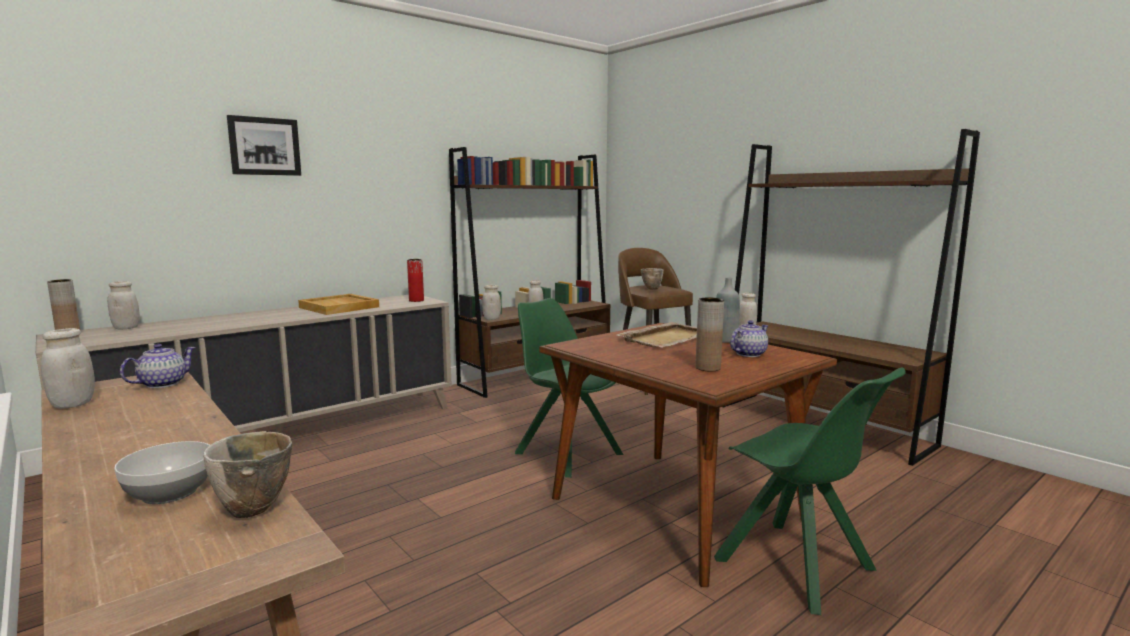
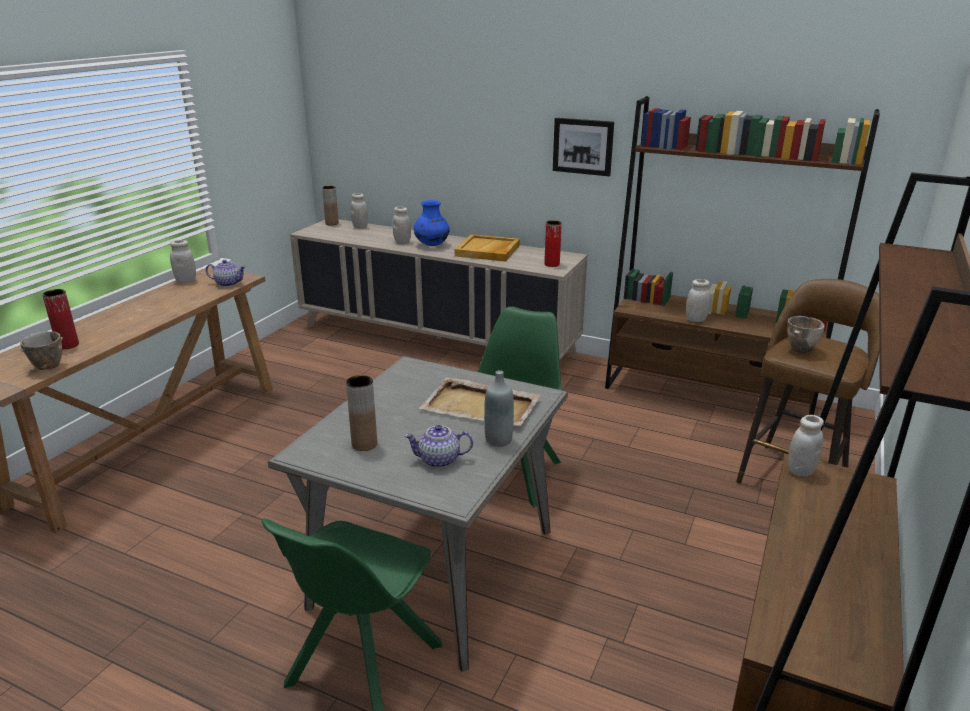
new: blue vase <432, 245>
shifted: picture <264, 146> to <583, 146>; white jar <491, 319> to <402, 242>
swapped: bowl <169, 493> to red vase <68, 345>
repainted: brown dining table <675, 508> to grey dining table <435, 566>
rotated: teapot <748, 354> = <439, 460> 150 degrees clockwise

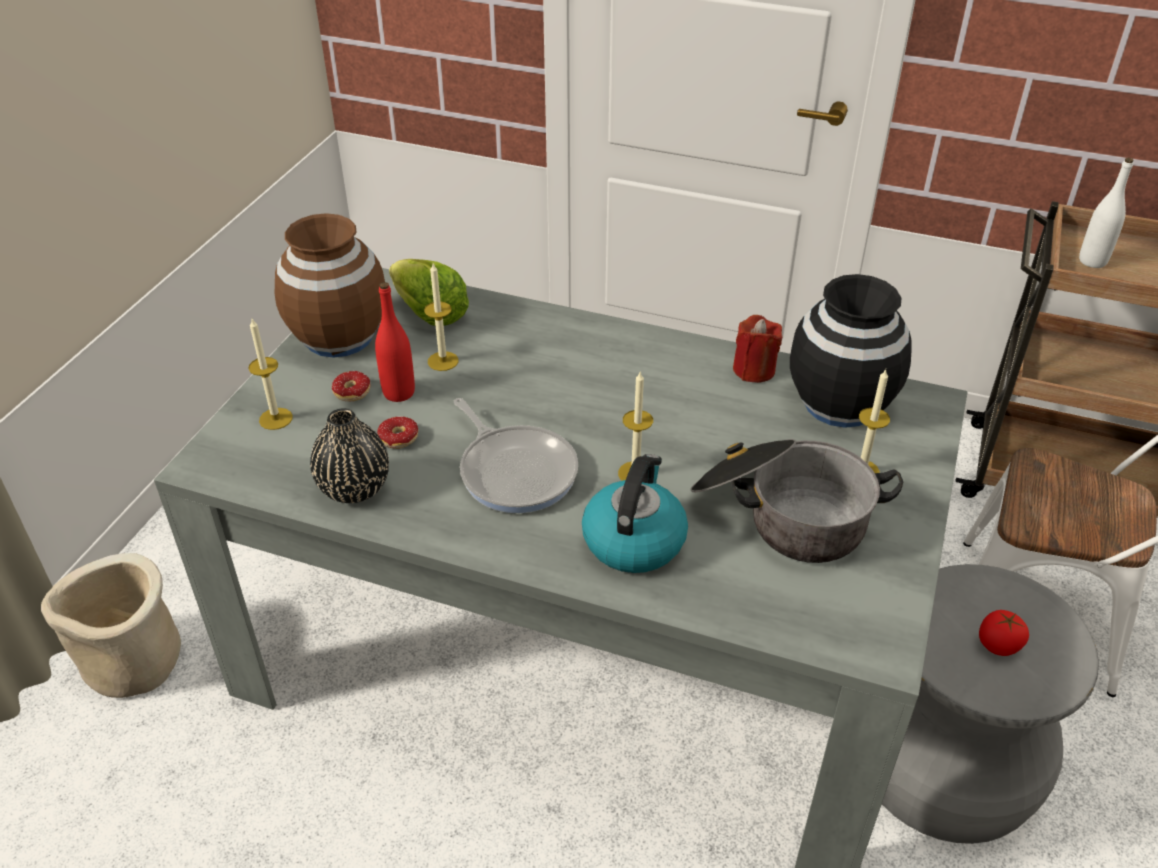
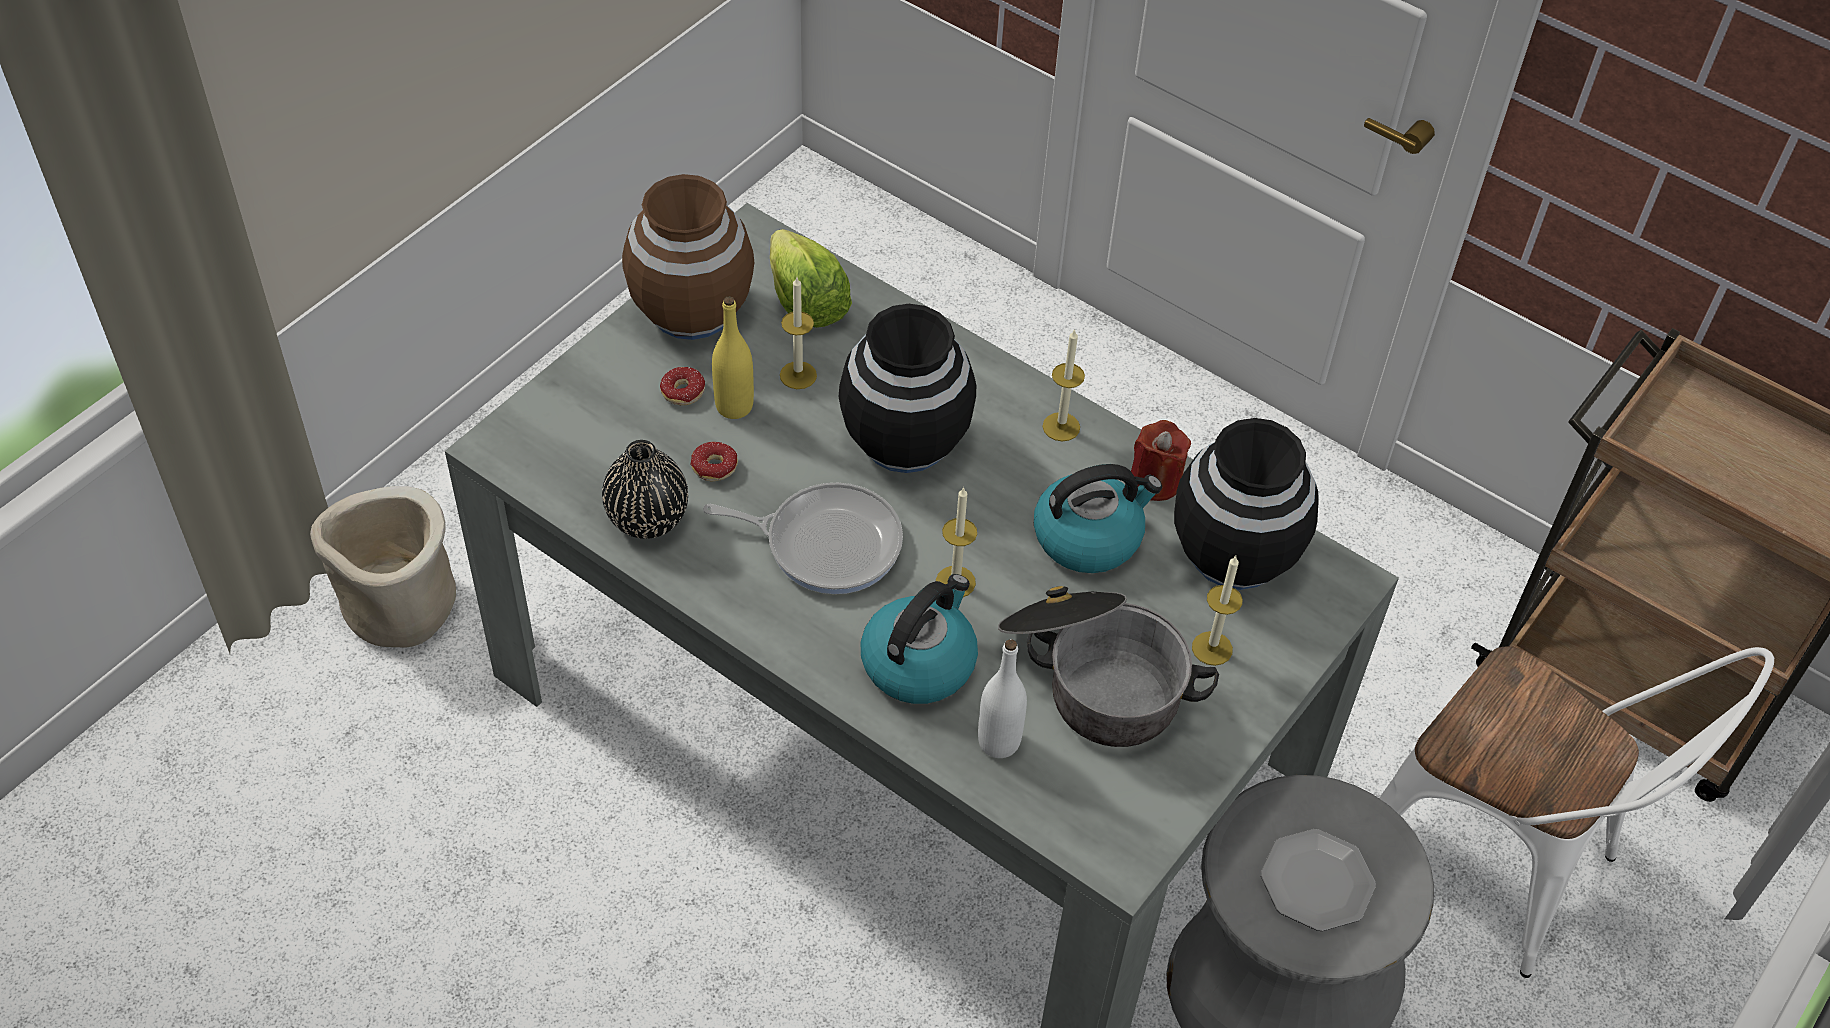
new: black vase <905, 440>; kettle <1089, 536>
shifted: candle <275, 419> to <1061, 427>; white bottle <1092, 261> to <999, 742>
swapped: tomato <998, 645> to plate <1317, 883>
repainted: red bottle <399, 392> to yellow bottle <734, 406>
rotated: frying pan <515, 471> = <826, 543> 60 degrees counterclockwise

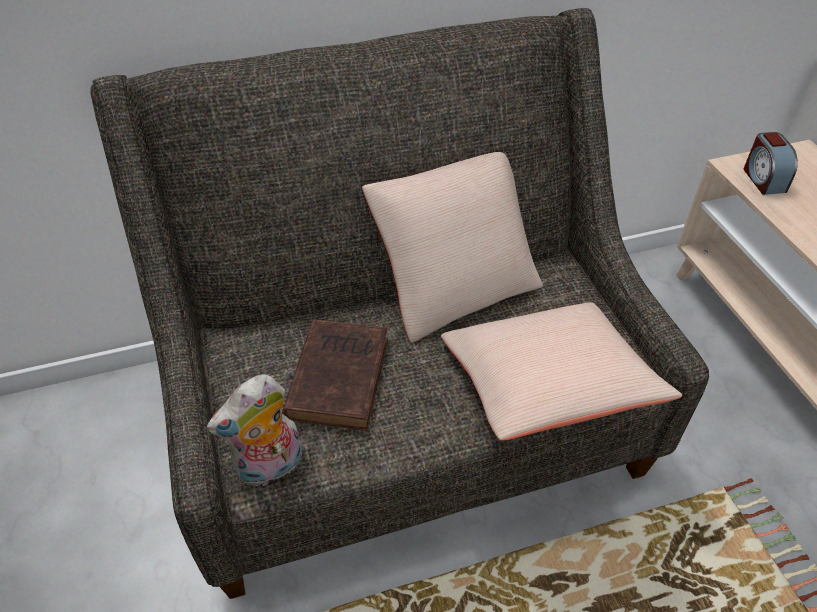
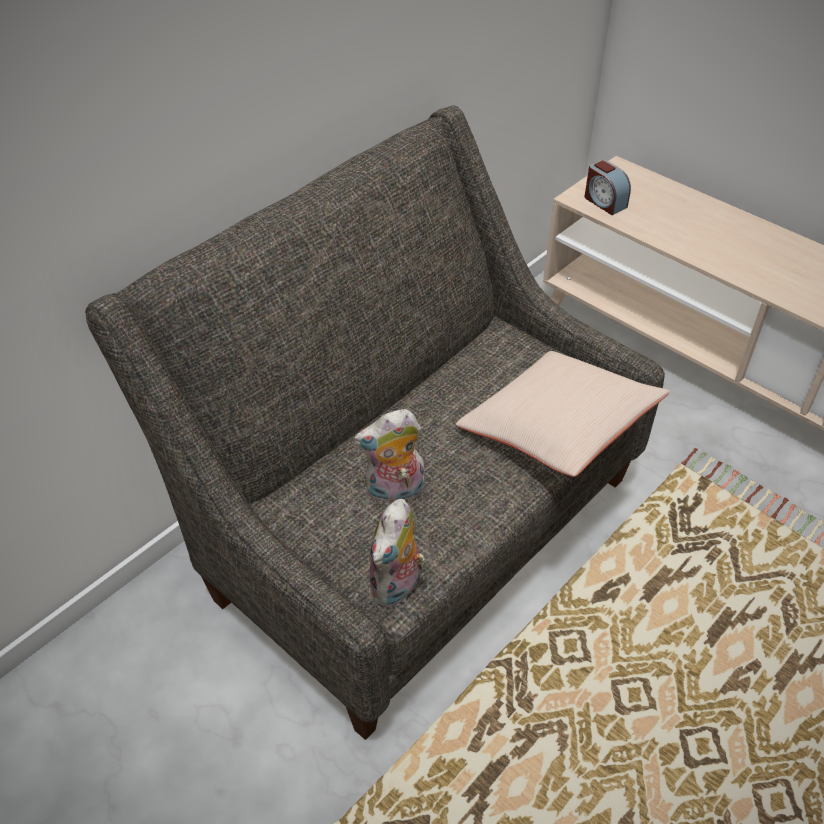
gone: beige pillow <455, 286>
swapped: brown book <339, 375> to plush toy <394, 492>

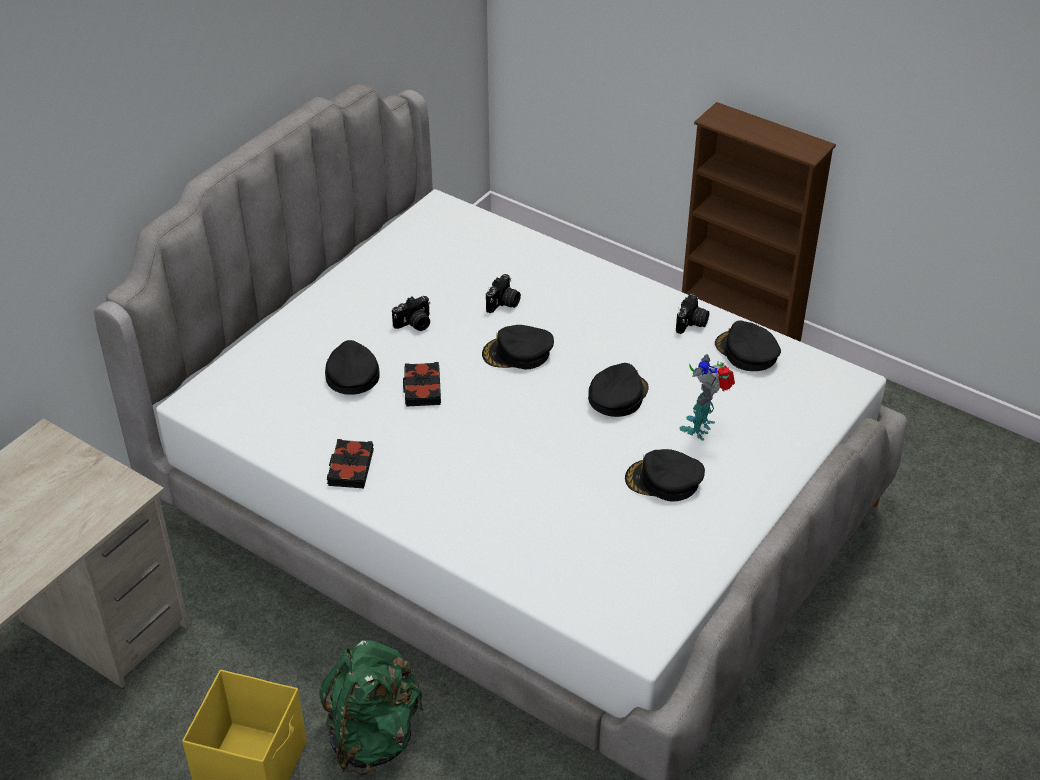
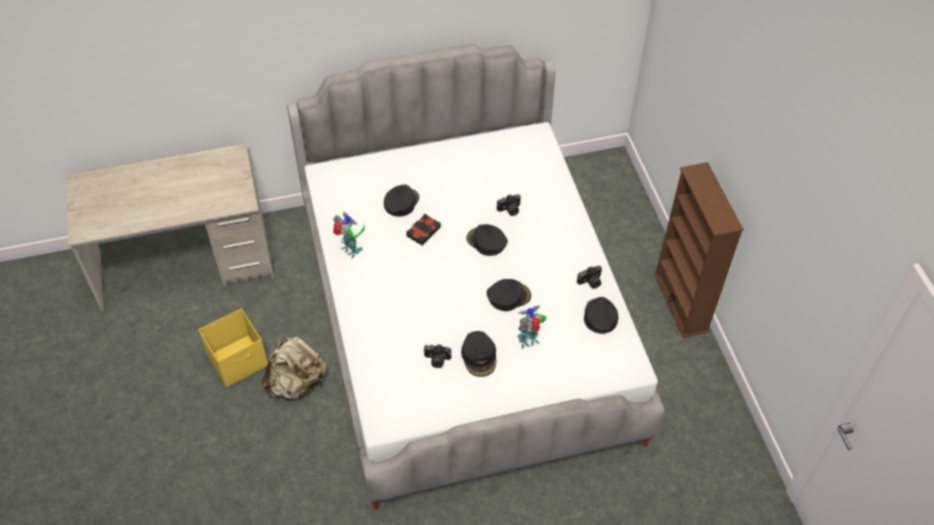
shifted: photo camera <414, 324> to <437, 360>
swapped: black book <350, 468> to toy robot <351, 251>
repainted: green backpack <374, 736> to beige backpack <296, 383>
rotated: black cap <664, 481> = <479, 356> 150 degrees counterclockwise

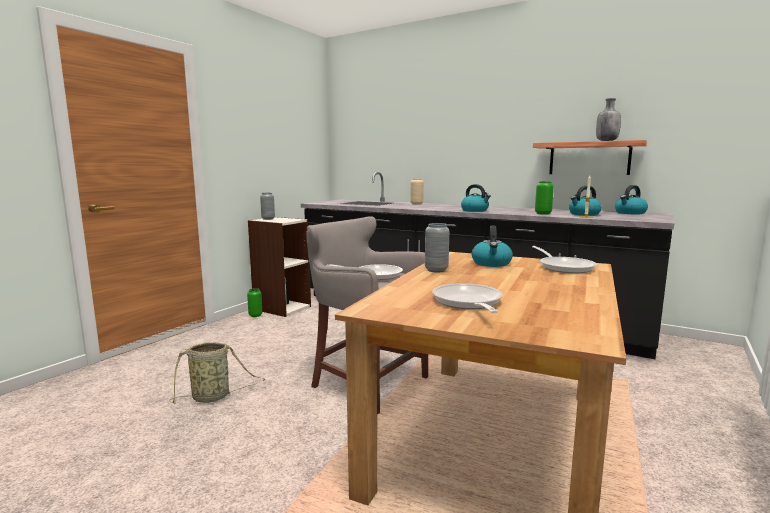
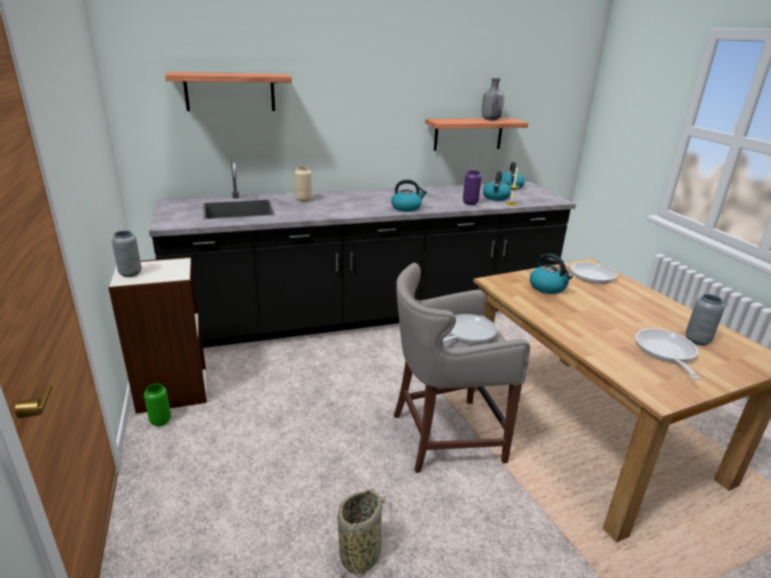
new: shelf <230, 92>
shifted: grey vase <436, 270> to <697, 340>
repainted: green vase <543, 213> to purple vase <470, 203>
rotated: frying pan <468, 303> = <665, 353> 60 degrees clockwise

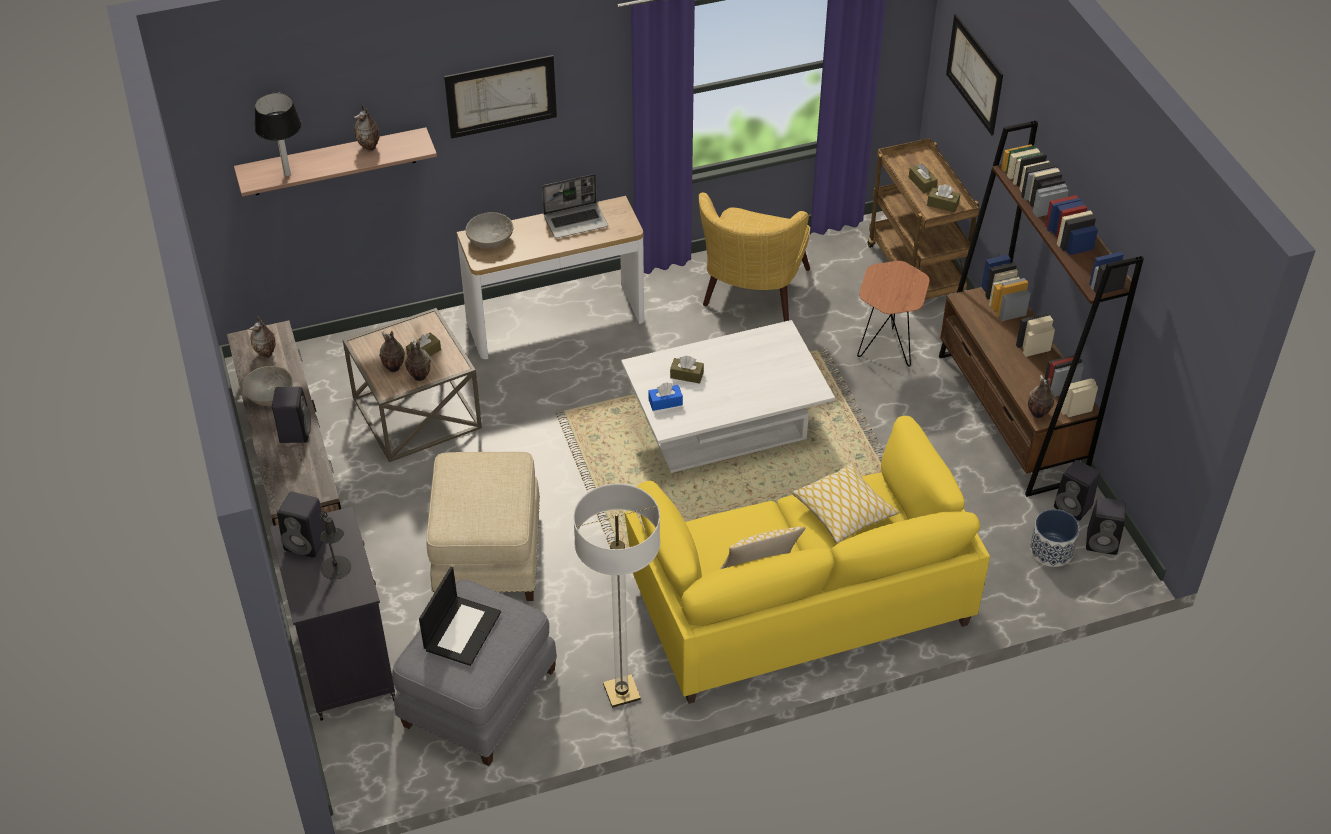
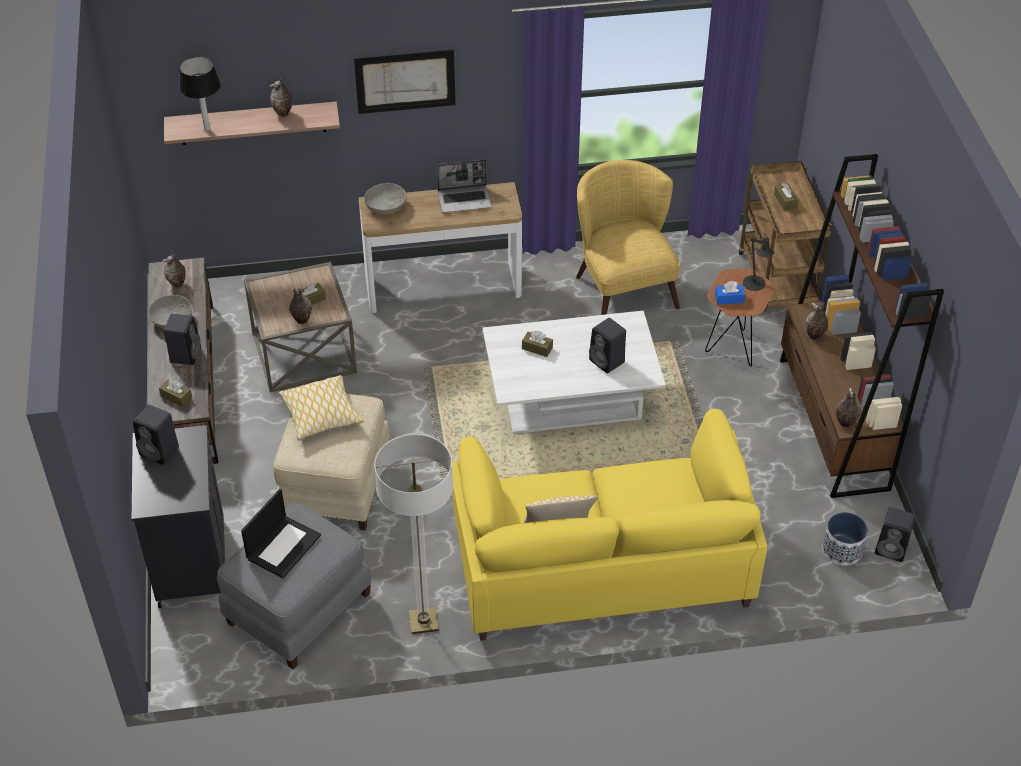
gone: picture <974, 74>
shifted: black table lamp <337, 571> to <755, 285>; vase <393, 368> to <813, 336>; blue tissue box <665, 402> to <729, 299>; pillow <844, 511> to <321, 415>; brown tissue box <942, 204> to <176, 397>; black speaker <1074, 507> to <608, 361>
rotated: yellow armchair <751, 295> = <622, 285> 135 degrees clockwise

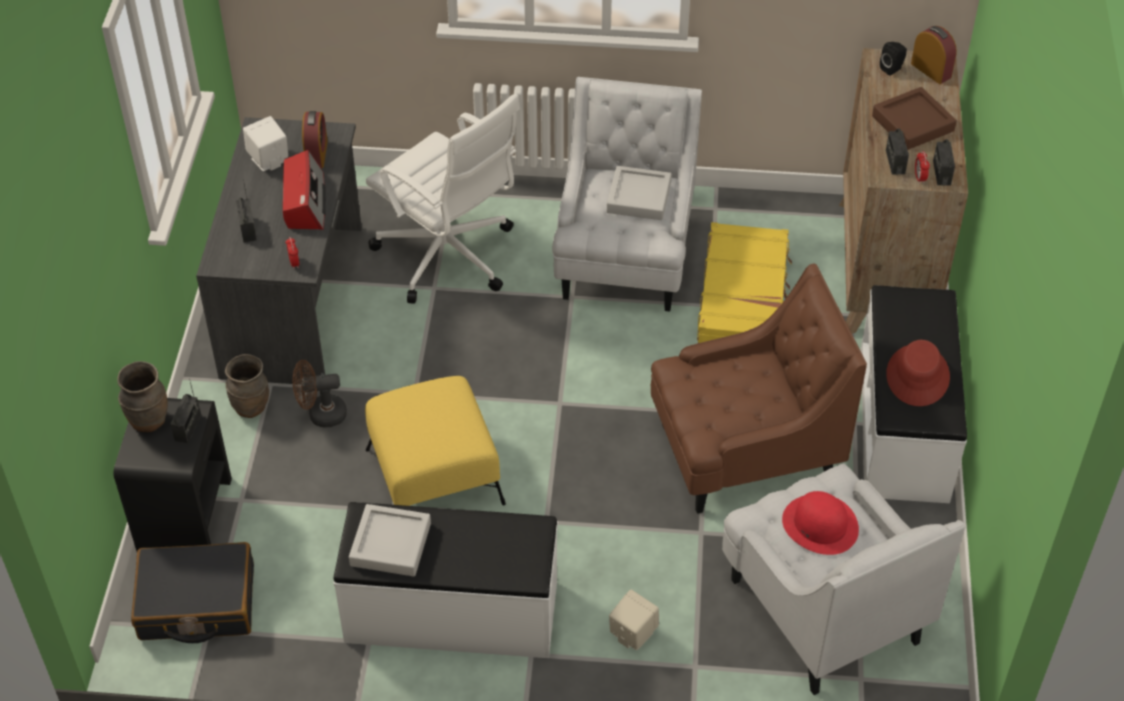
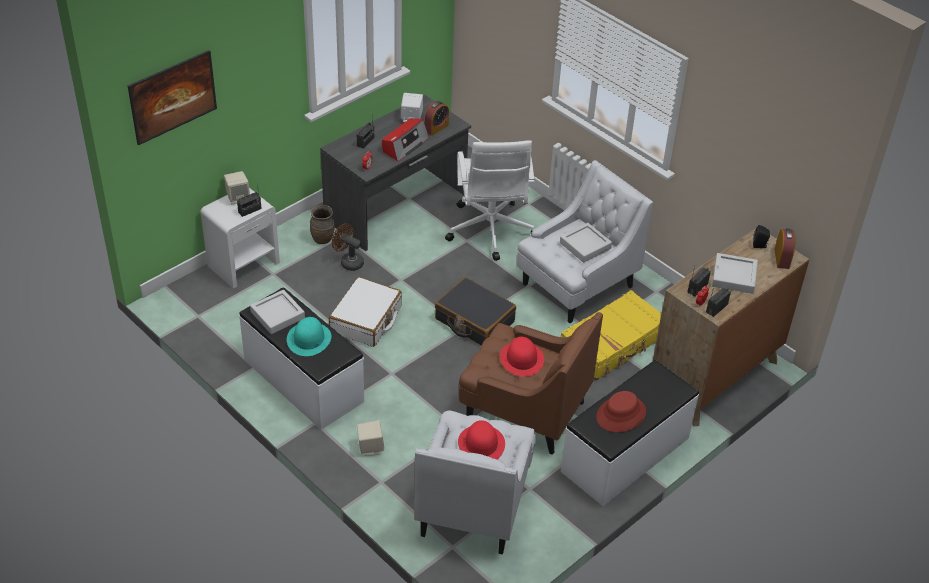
new: picture <175, 111>; turquoise hat <309, 339>; red hat <522, 359>
shifted: black suitcase <197, 603> to <474, 320>
swapped: brown vase <148, 420> to beige speaker <238, 198>; yellow ottoman <434, 475> to white suitcase <366, 320>
repainted: black nightstand <185, 514> to white nightstand <244, 264>; brown tray <913, 123> to grey tray <734, 276>

